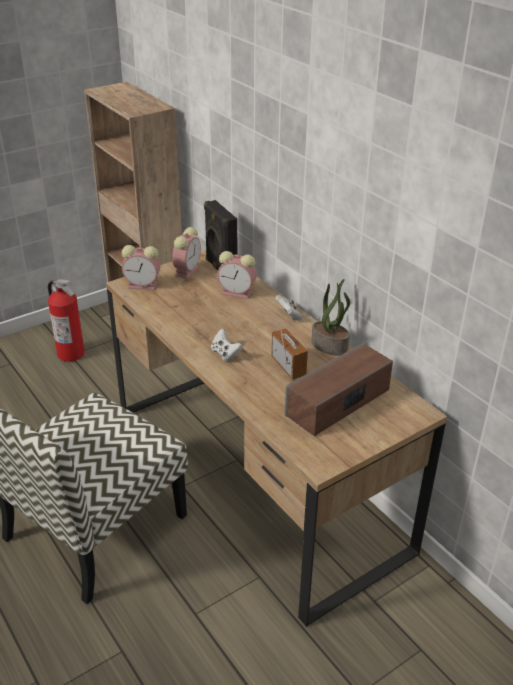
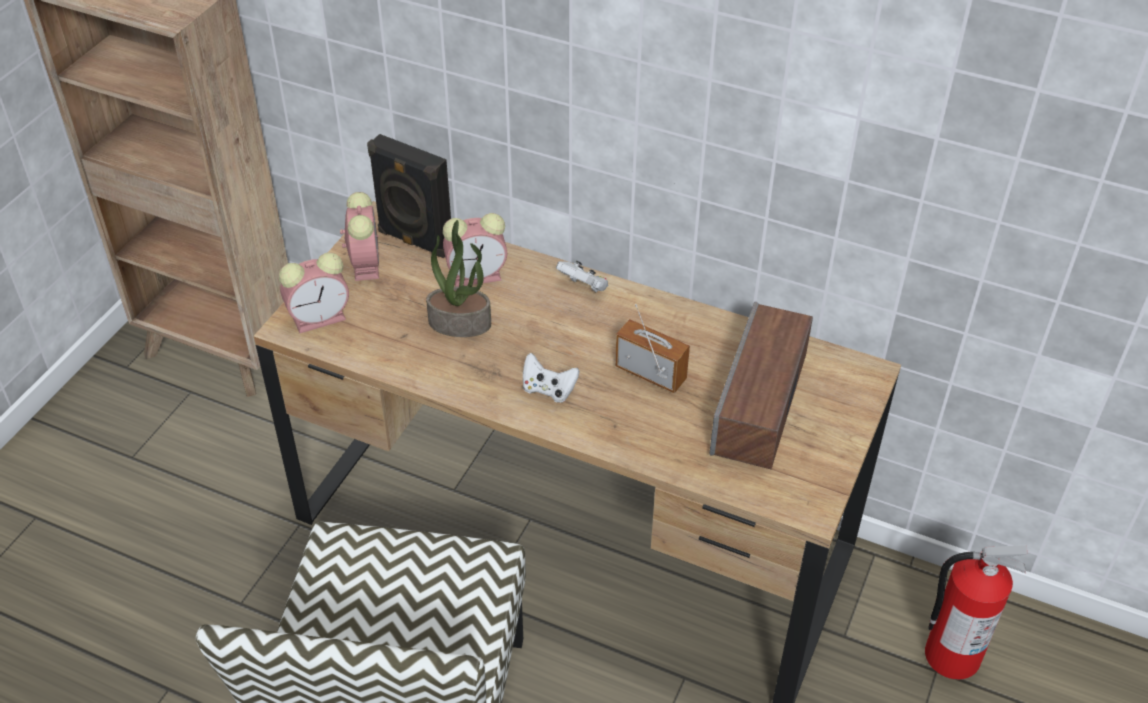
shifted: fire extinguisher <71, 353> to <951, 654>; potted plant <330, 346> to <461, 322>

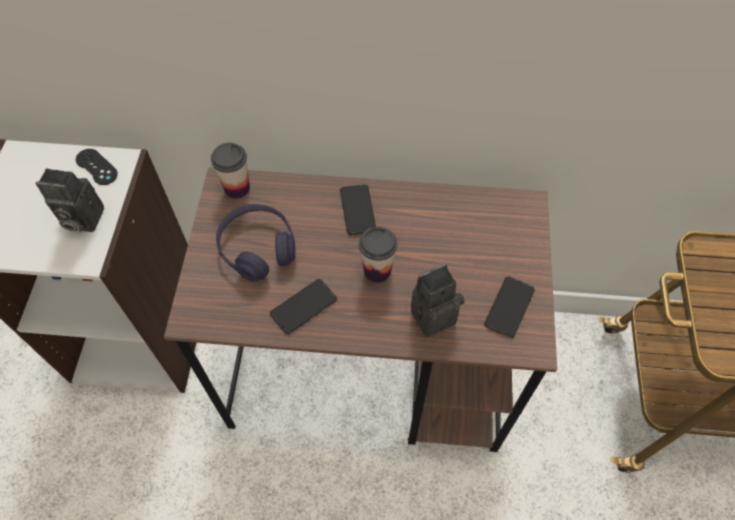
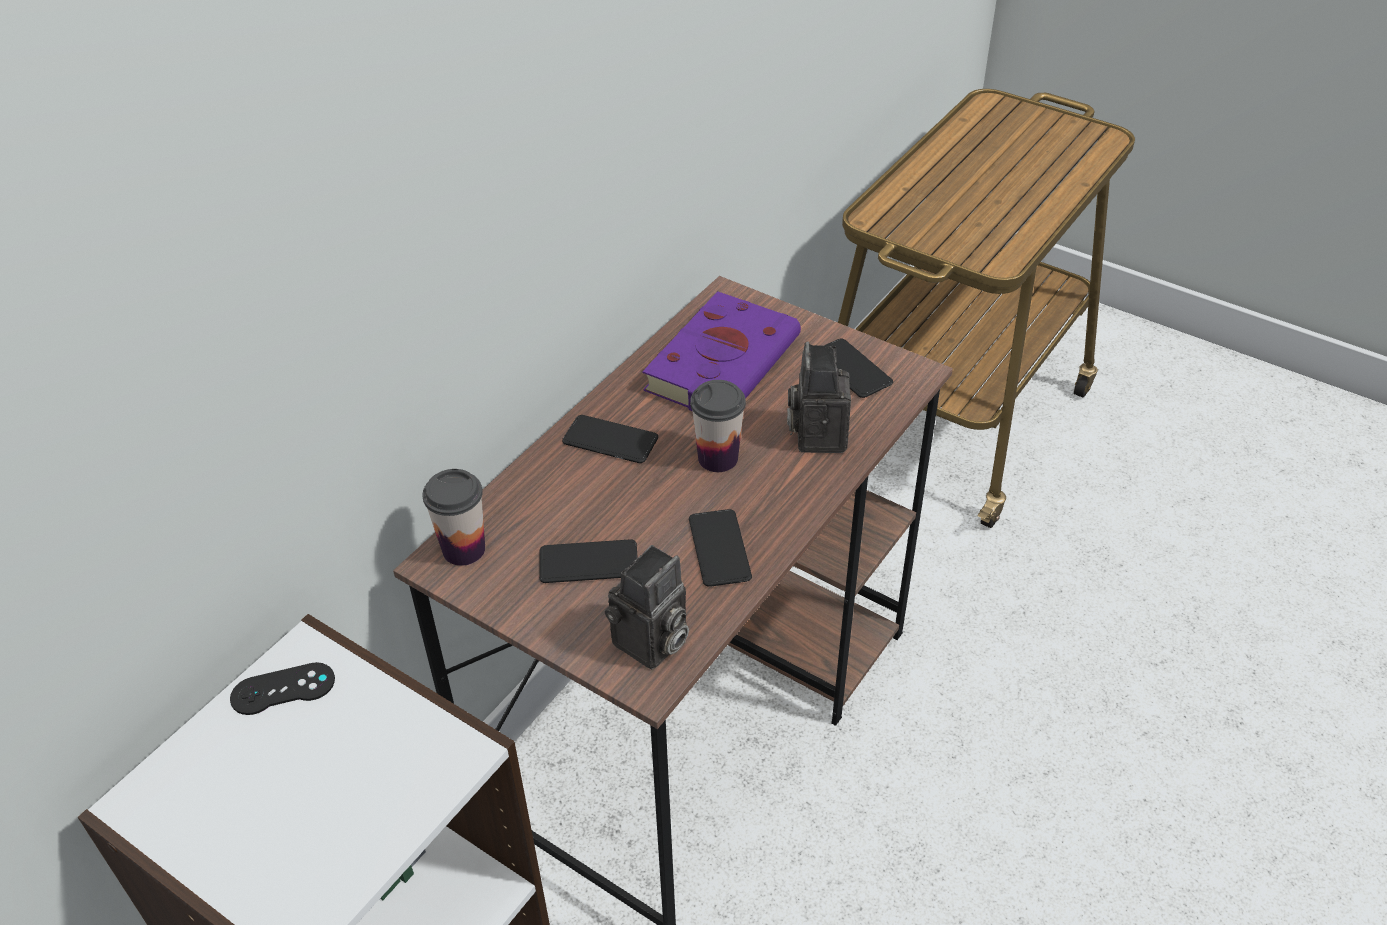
new: purple book <724, 361>
shifted: photo camera <81, 219> to <650, 645>
swapped: purple headphones <258, 248> to phone <588, 563>

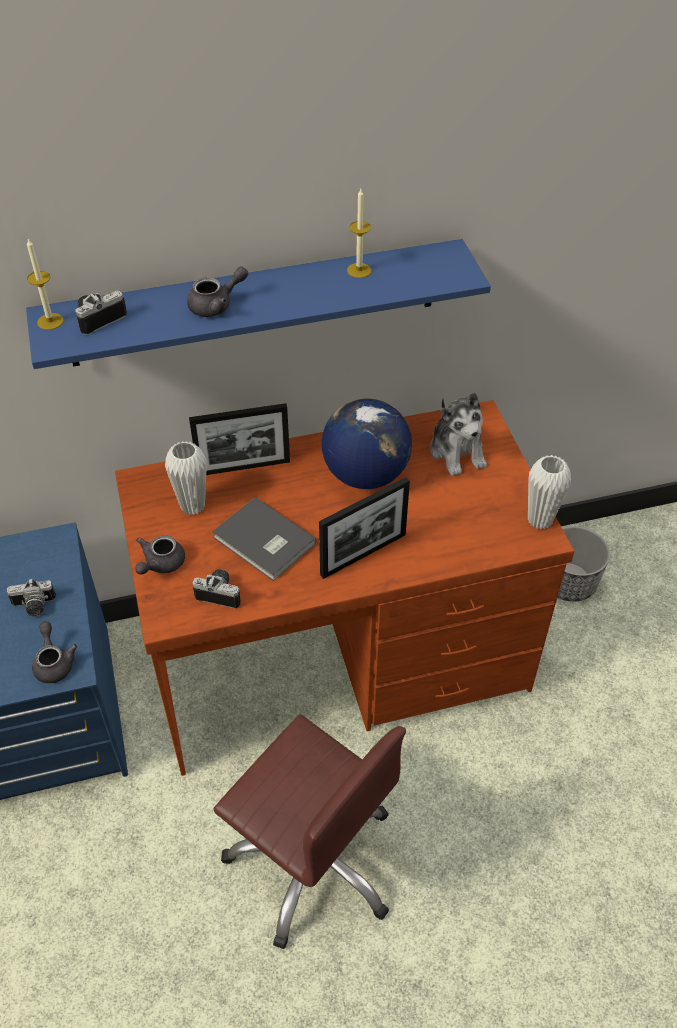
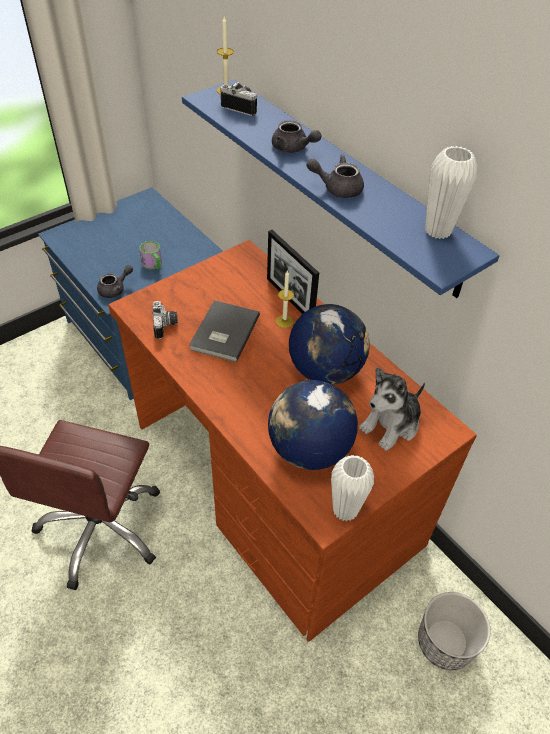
gone: picture frame <363, 554>
new: globe <309, 450>
shifted: grey teapot <160, 564> to <337, 188>; white vase <192, 506> to <438, 230>; candle <359, 270> to <284, 321>
swapped: photo camera <34, 607> to mug <153, 265>

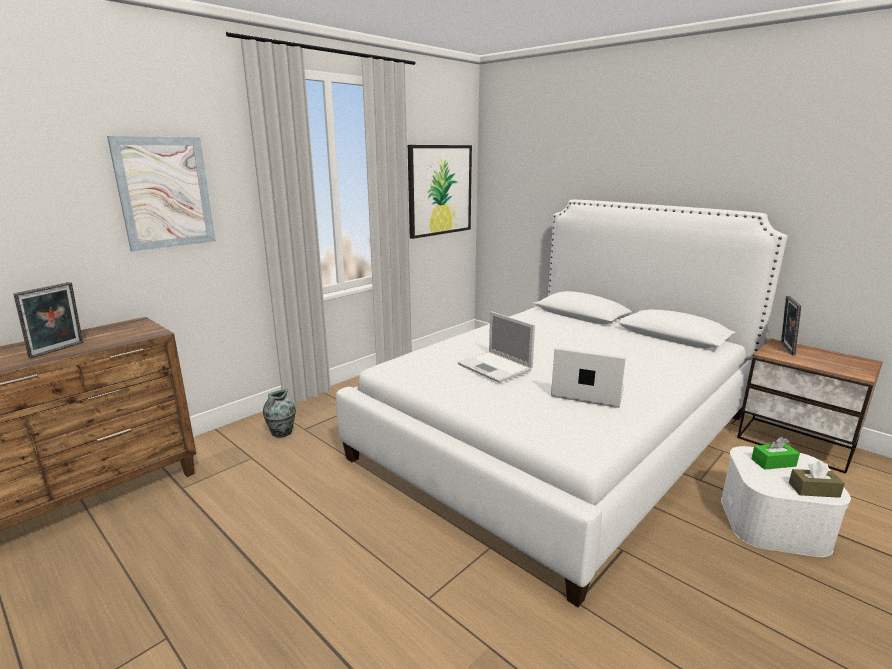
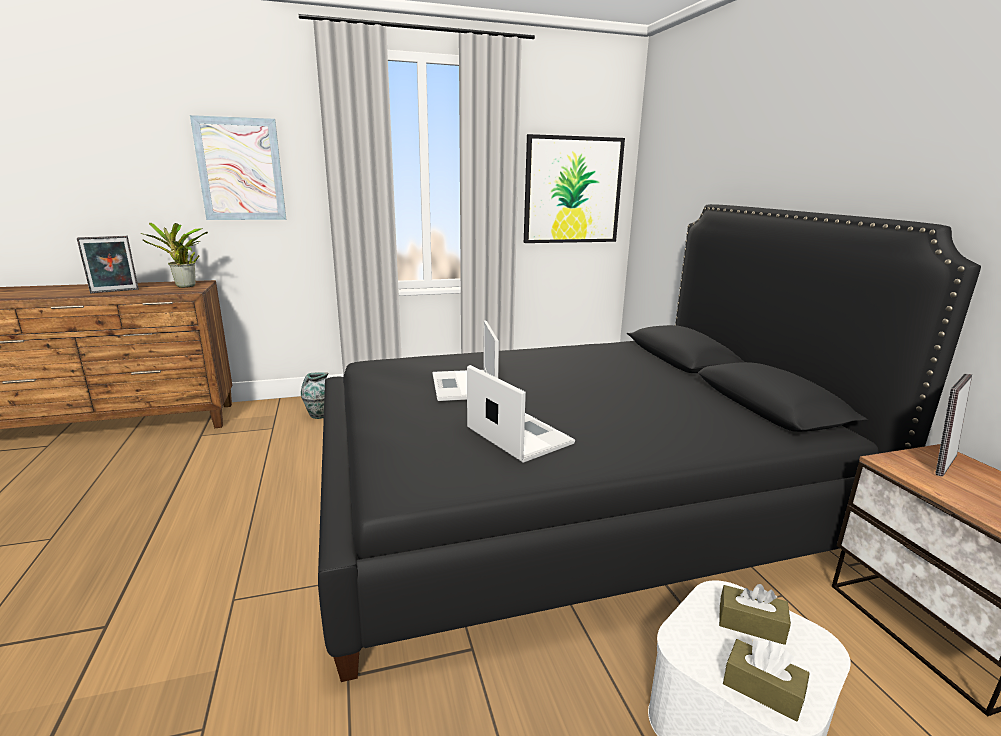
new: potted plant <185, 286>
repainted: white bed <558, 436> to black bed <568, 498>; green tissue box <773, 462> to brown tissue box <751, 624>

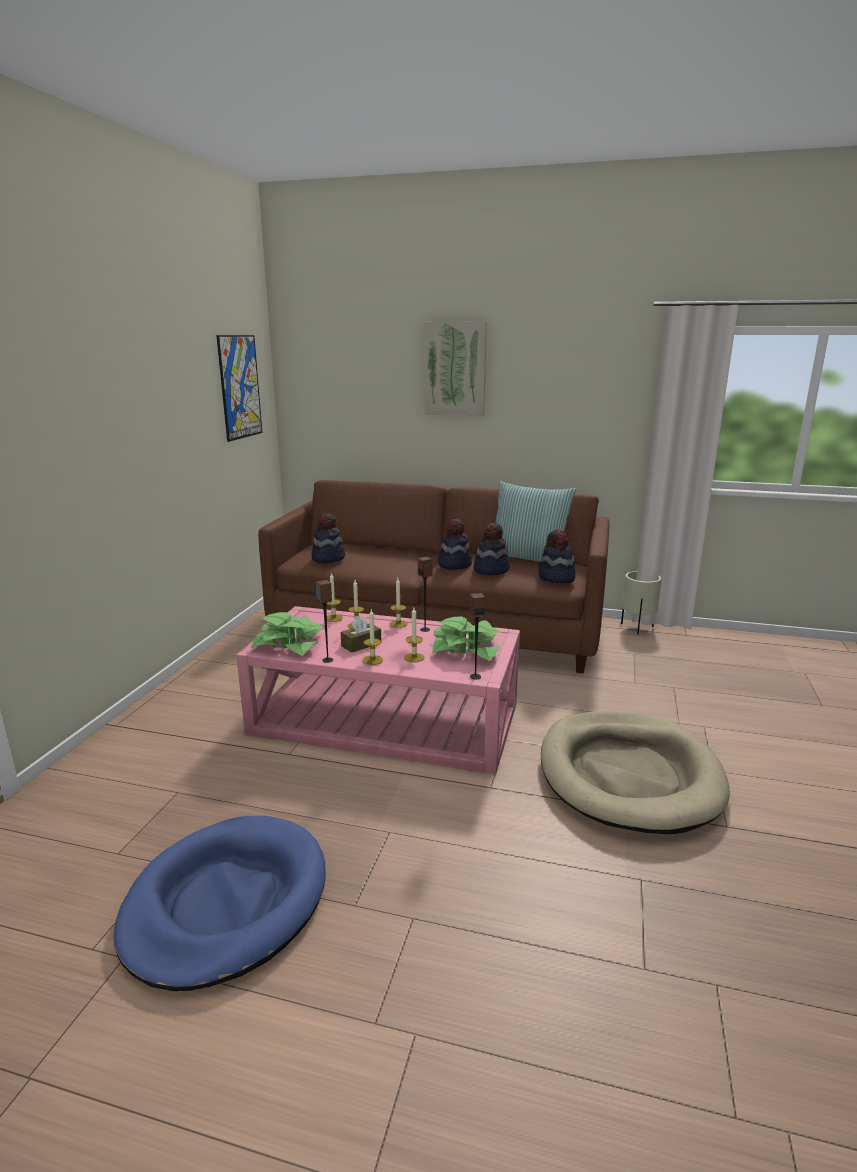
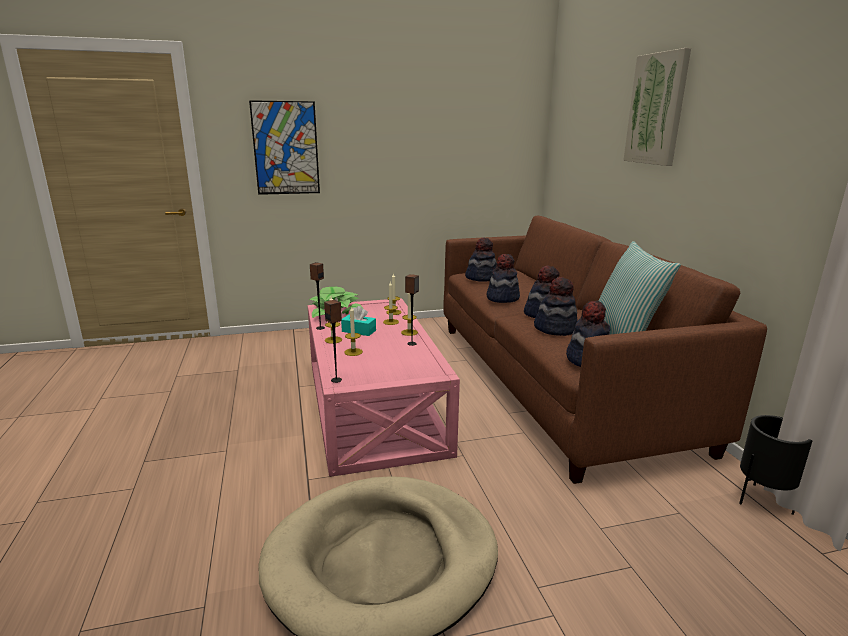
gone: blue dog bed <226, 903>; potted plant <466, 648>
new: hat <502, 298>
shifted: picture <240, 387> to <286, 148>
repainted: brown tissue box <361, 644> to turquoise tissue box <359, 331>; beige planter <637, 628> to black planter <762, 501>

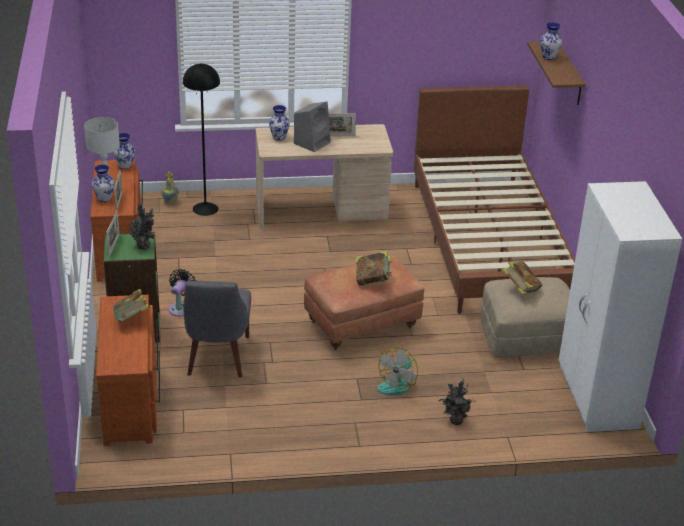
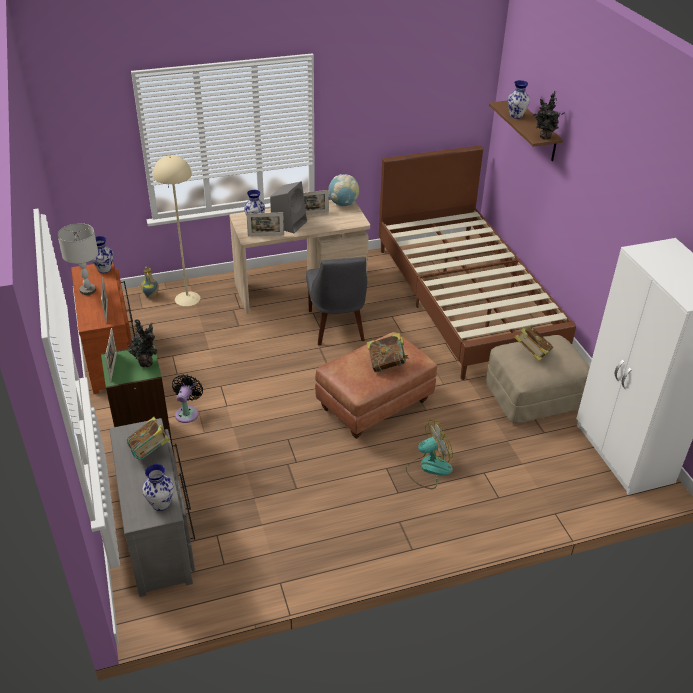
new: picture frame <265, 235>; globe <343, 204>
shifted: vase <104, 199> to <160, 504>; grey chair <217, 358> to <337, 327>; potted plant <455, 421> to <544, 137>
repainted: brown dresser <132, 402> to grey dresser <160, 535>; black floor lamp <205, 208> to beige floor lamp <187, 298>
rotated: fan <397, 384> = <428, 468> 135 degrees counterclockwise

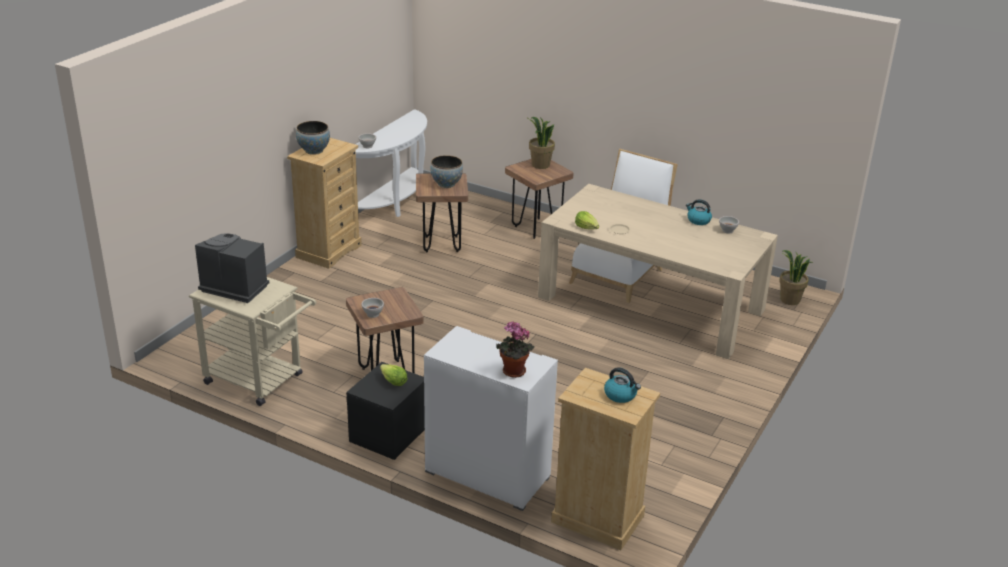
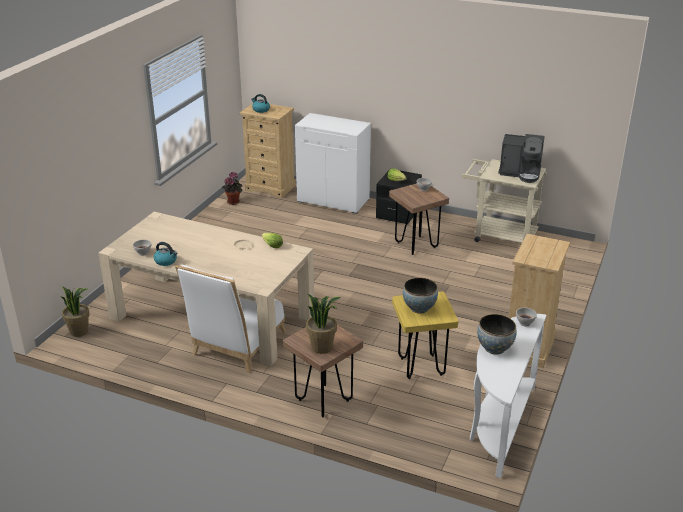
shifted: bowl <314, 151> to <494, 348>; potted plant <512, 372> to <234, 201>
repainted: brown stool <441, 244> to yellow stool <421, 366>

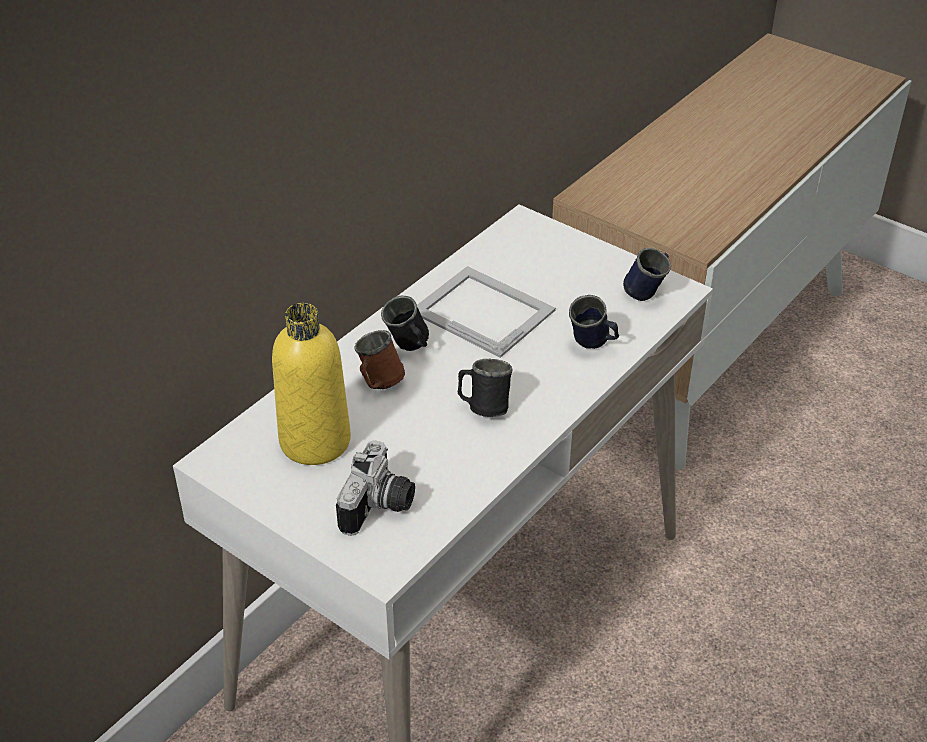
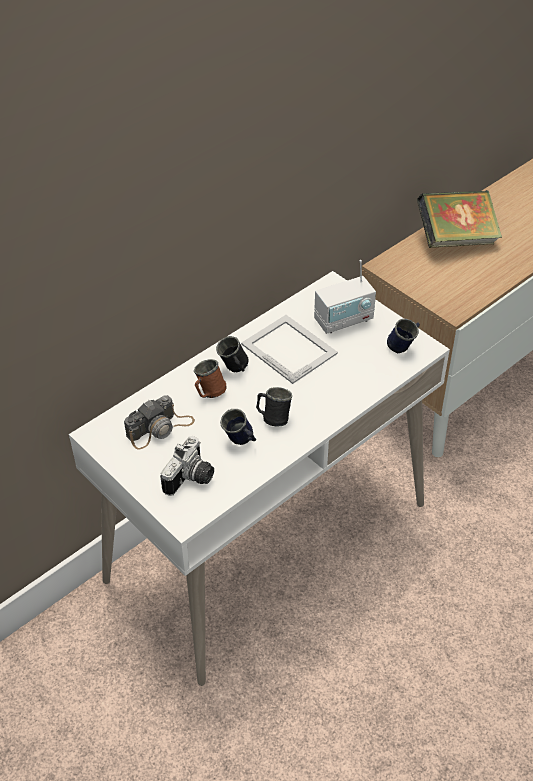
new: radio <344, 320>; book <456, 239>
shifted: blue mug <593, 345> to <241, 442>
swapped: yellow bottle <315, 441> to photo camera <160, 428>

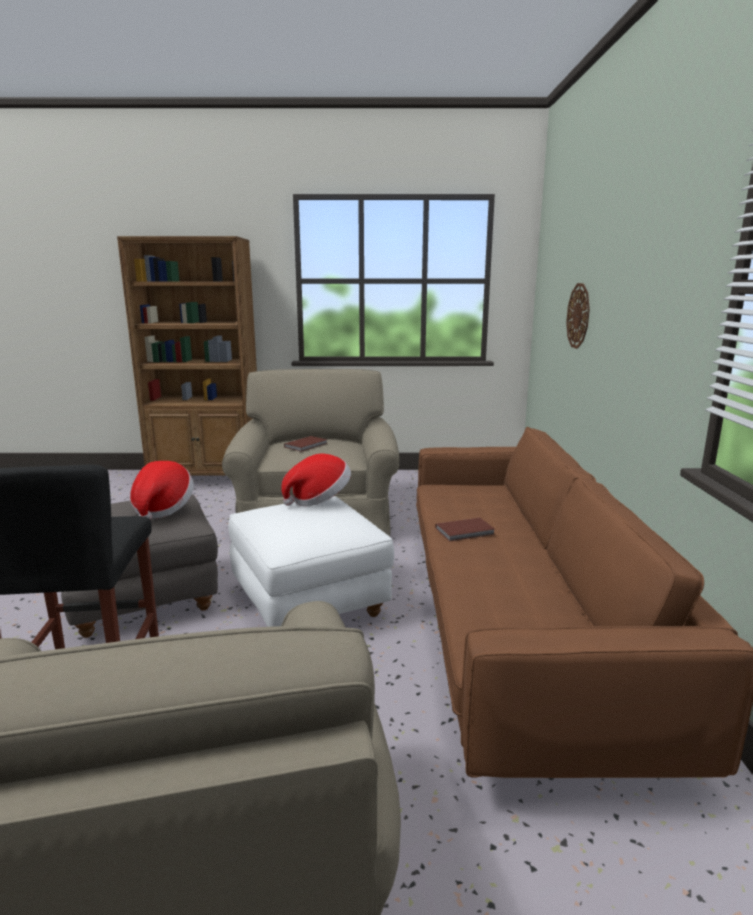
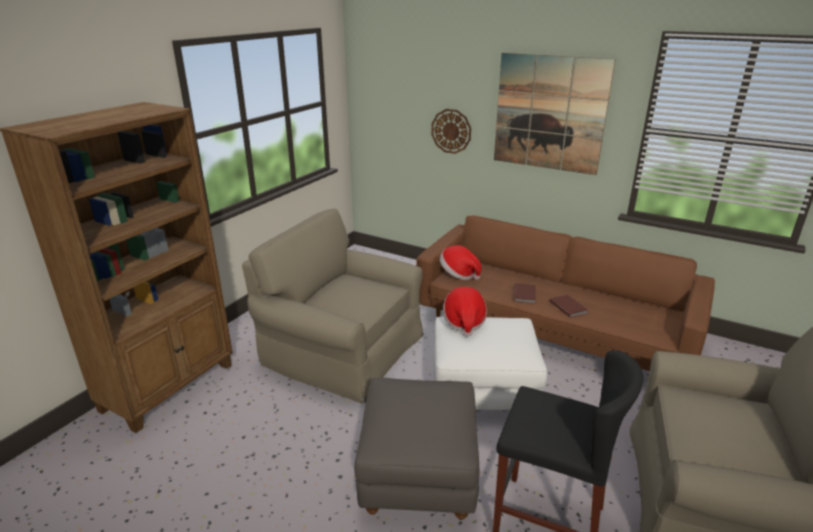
new: picture <549, 113>
shifted: hat <162, 509> to <458, 274>; brown book <307, 445> to <568, 307>

